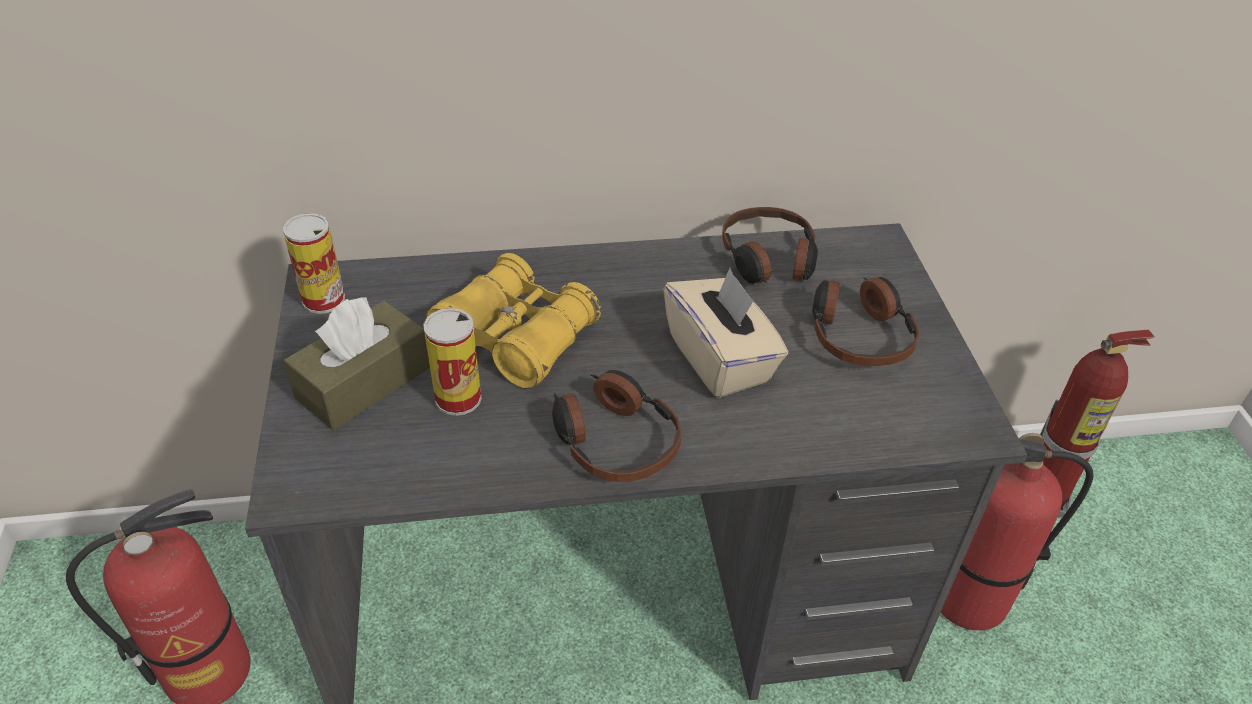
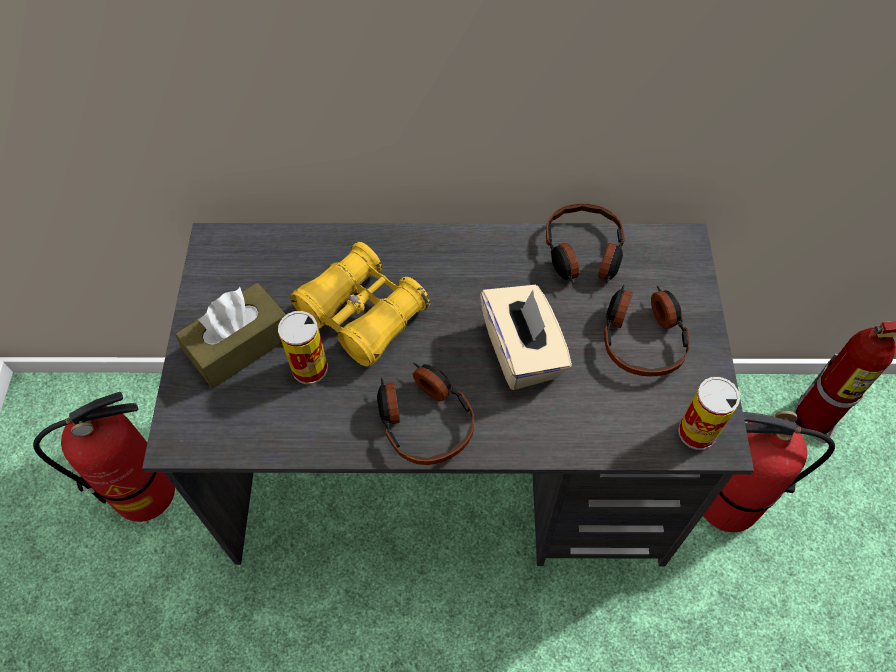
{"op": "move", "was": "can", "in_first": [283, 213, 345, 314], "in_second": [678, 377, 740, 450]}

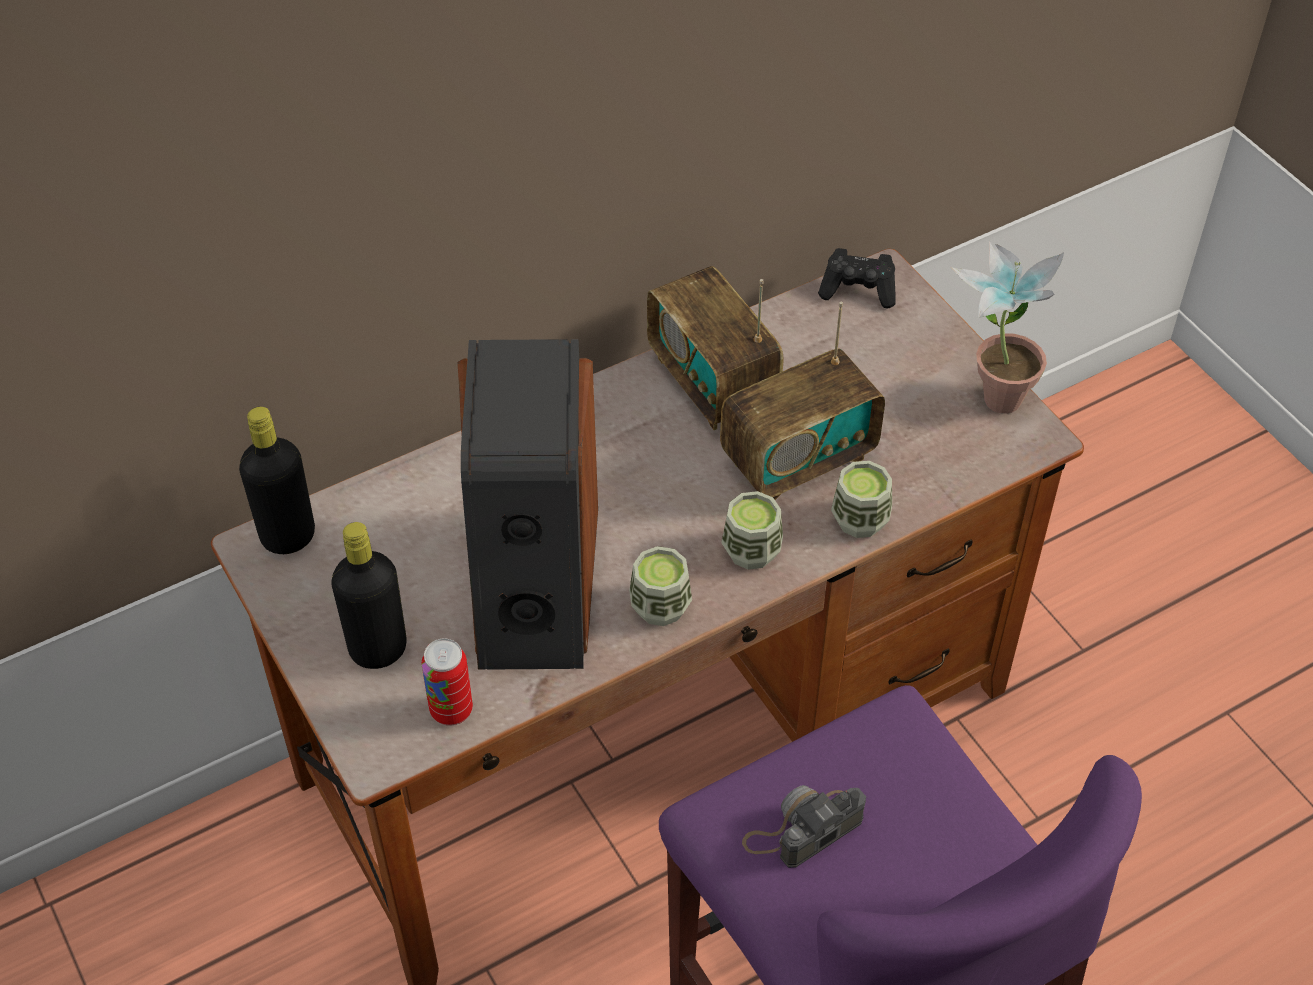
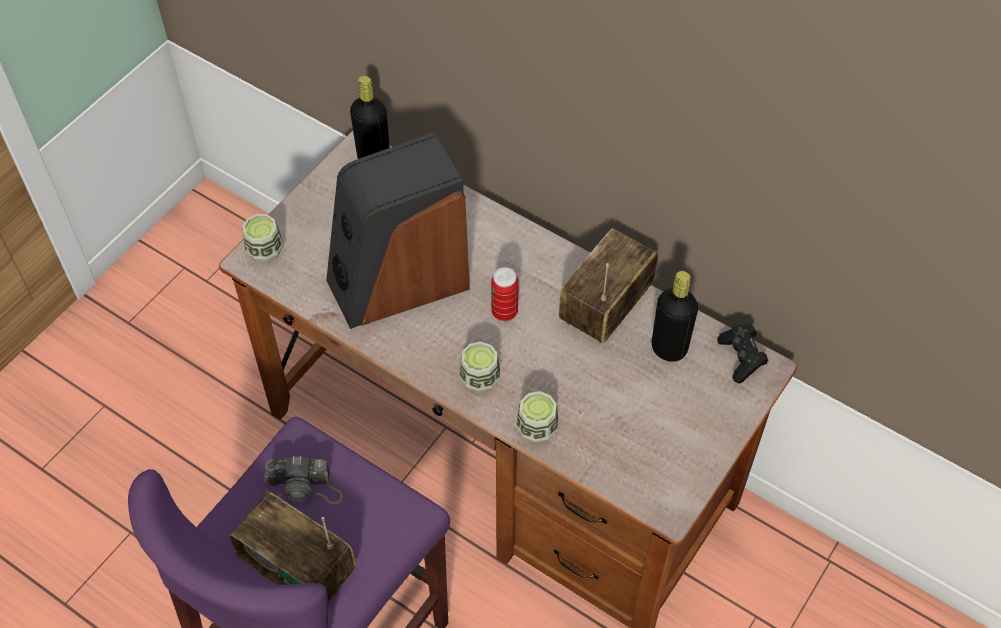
{"op": "delete", "was": "plant in a pot", "in_first": [951, 241, 1064, 414]}
{"op": "move", "was": "bottle (black-coloured)", "in_first": [331, 522, 407, 669], "in_second": [652, 271, 698, 362]}
{"op": "move", "was": "can", "in_first": [422, 639, 473, 726], "in_second": [491, 267, 519, 321]}
{"op": "move", "was": "drinking cup", "in_first": [629, 546, 692, 626], "in_second": [242, 214, 283, 263]}
{"op": "move", "was": "radio set", "in_first": [720, 302, 885, 500], "in_second": [230, 492, 356, 601]}
{"op": "rotate", "was": "still camera", "in_first": [742, 785, 866, 868], "in_second": [264, 456, 343, 505], "clockwise": 150}

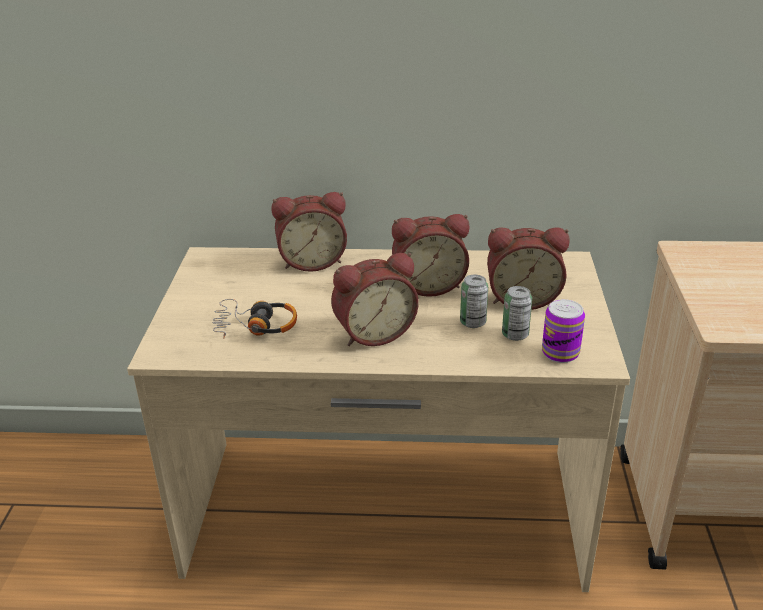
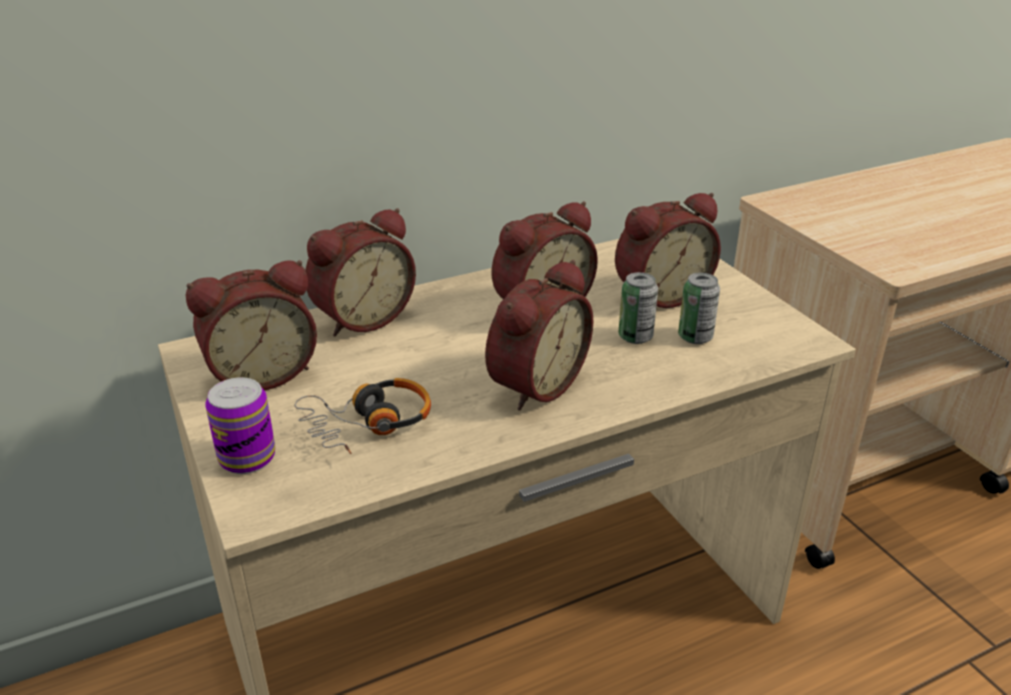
{"op": "insert", "now": "table clock", "in_second": [186, 260, 317, 391]}
{"op": "move", "was": "can", "in_first": [542, 299, 585, 363], "in_second": [205, 377, 275, 474]}

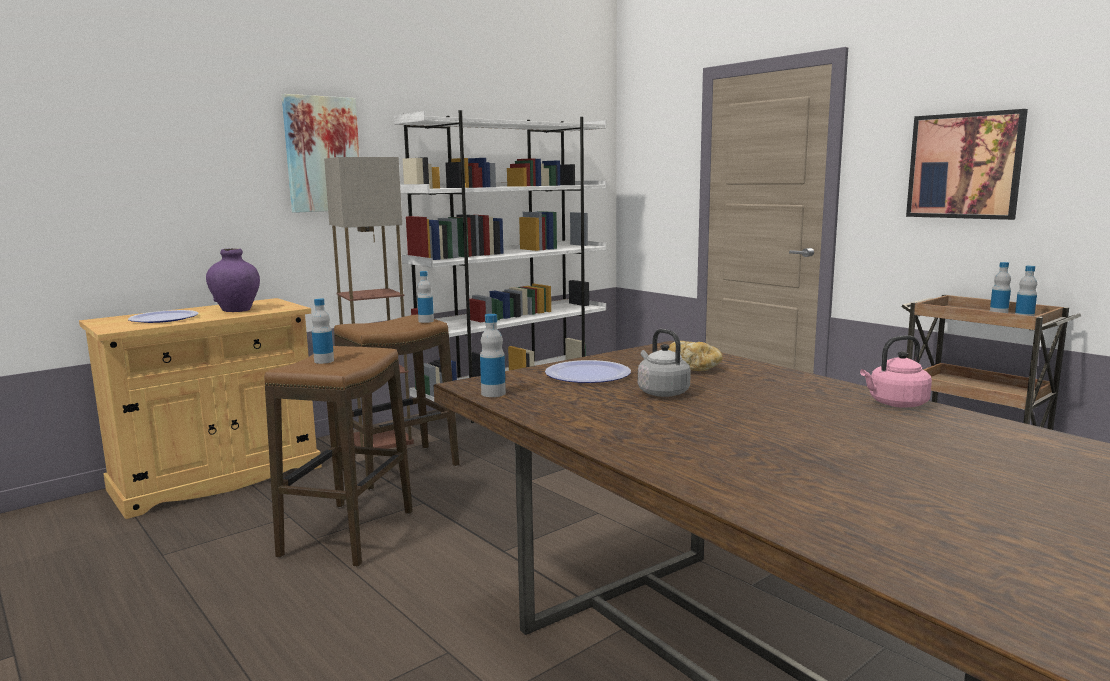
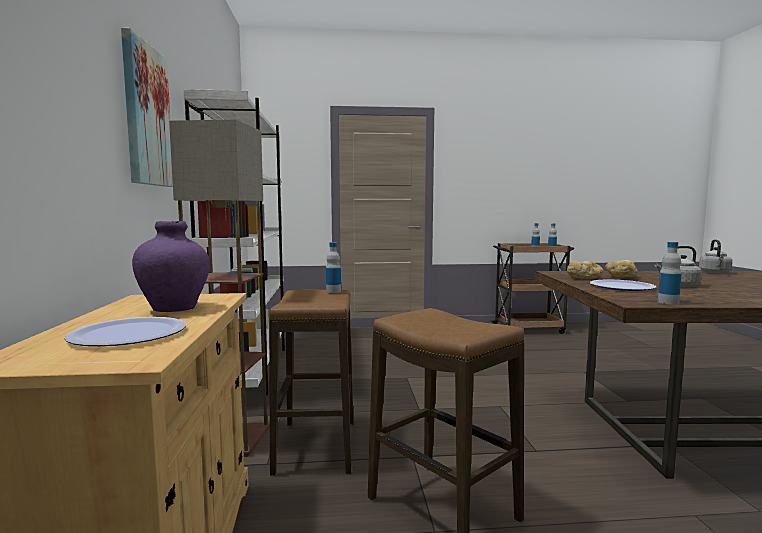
{"op": "delete", "was": "bottle", "in_first": [312, 298, 334, 364]}
{"op": "delete", "was": "picture", "in_first": [906, 109, 1028, 220]}
{"op": "insert", "now": "bakery bread", "in_second": [567, 261, 603, 278]}
{"op": "recolor", "was": "kettle (pink-coloured)", "now": "kettle (gray)", "in_first": [860, 335, 932, 408], "in_second": [699, 239, 733, 274]}

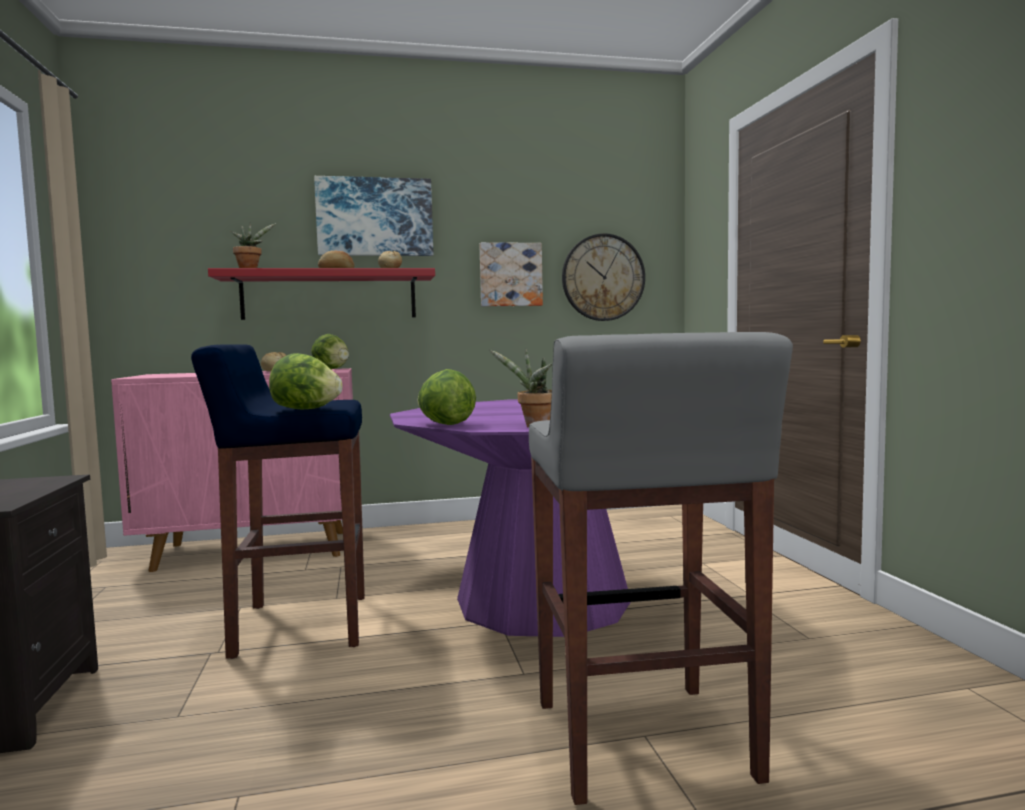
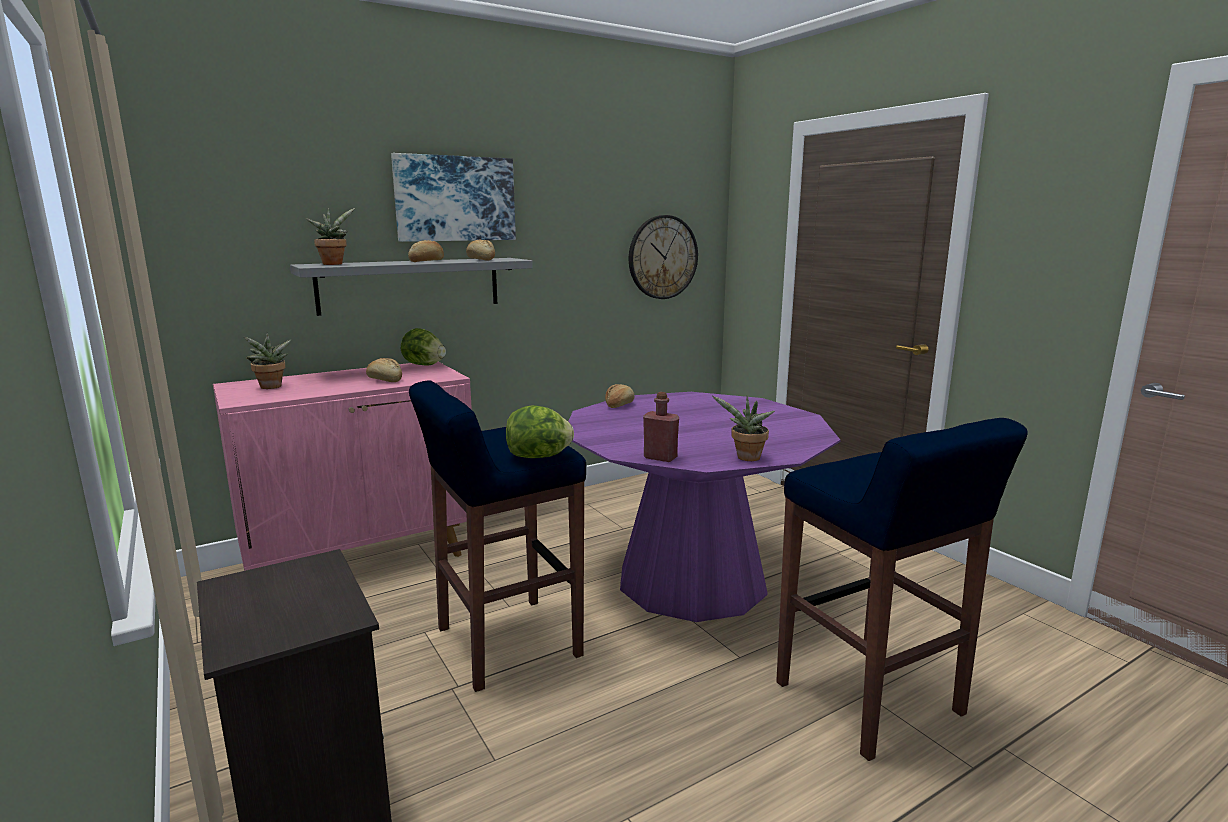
{"op": "delete", "was": "picture", "in_first": [479, 242, 543, 306]}
{"op": "insert", "now": "plant in a pot", "in_second": [243, 332, 291, 389]}
{"op": "insert", "now": "bakery bread", "in_second": [605, 384, 635, 408]}
{"op": "replace", "was": "lettuce", "now": "bottle (red)", "in_first": [417, 369, 476, 425], "in_second": [643, 392, 679, 462]}
{"op": "recolor", "was": "bracket shelf (red)", "now": "bracket shelf (gray)", "in_first": [208, 268, 435, 320], "in_second": [290, 258, 533, 316]}
{"op": "recolor", "was": "stool (gray)", "now": "stool (blue-coloured)", "in_first": [529, 332, 793, 805], "in_second": [776, 418, 1028, 761]}

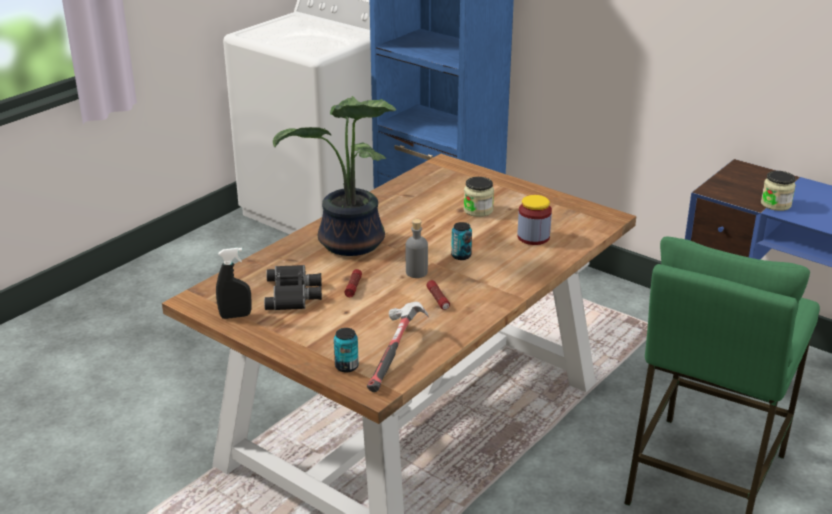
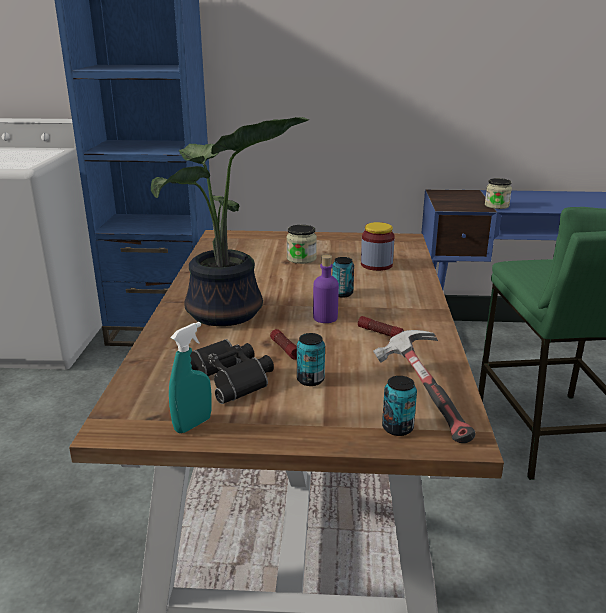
{"op": "insert", "now": "can", "in_second": [297, 333, 325, 386]}
{"op": "recolor", "was": "hand sprayer (black-coloured)", "now": "hand sprayer (turquoise-coloured)", "in_first": [216, 248, 252, 319], "in_second": [169, 322, 212, 433]}
{"op": "recolor", "was": "bottle (gray)", "now": "bottle (purplish)", "in_first": [406, 219, 428, 278], "in_second": [313, 255, 339, 323]}

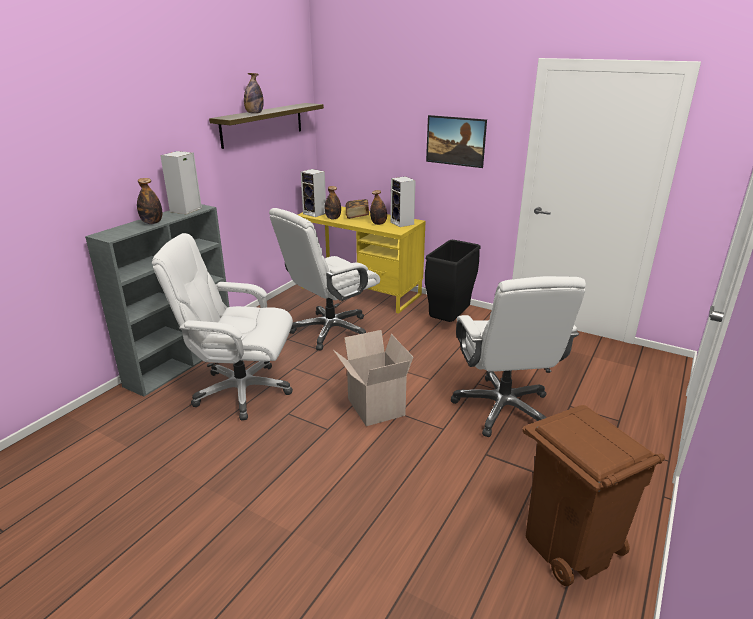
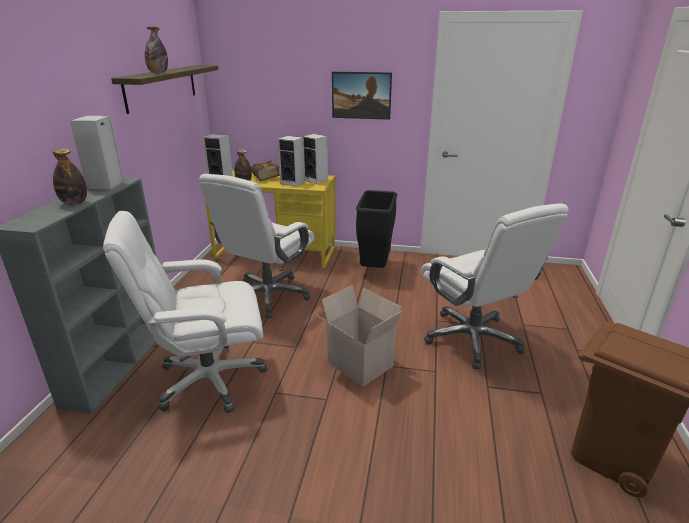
{"op": "replace", "was": "bottle", "now": "speaker", "in_first": [370, 190, 387, 225], "in_second": [278, 136, 305, 186]}

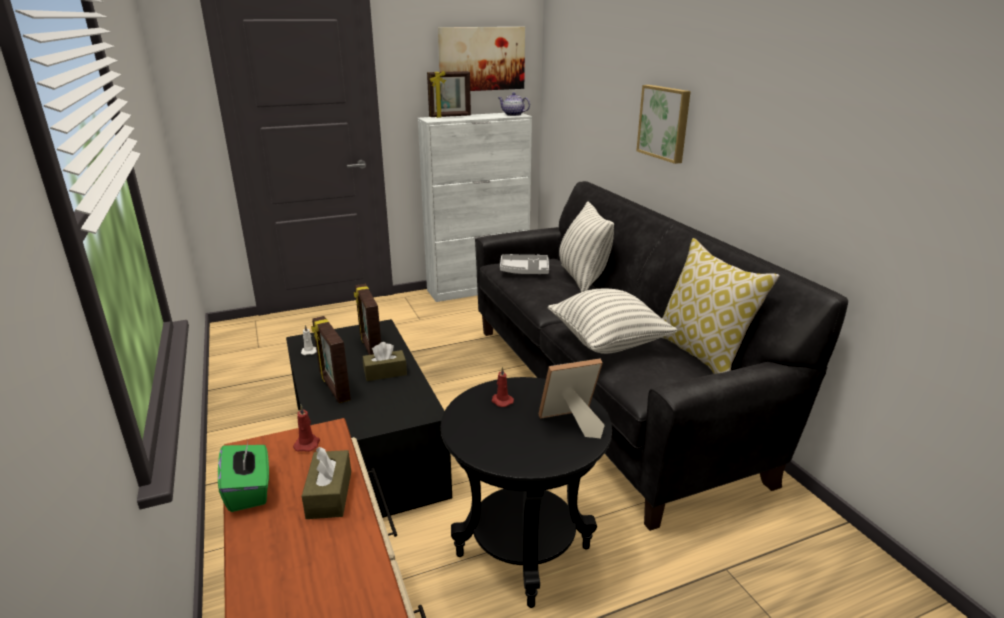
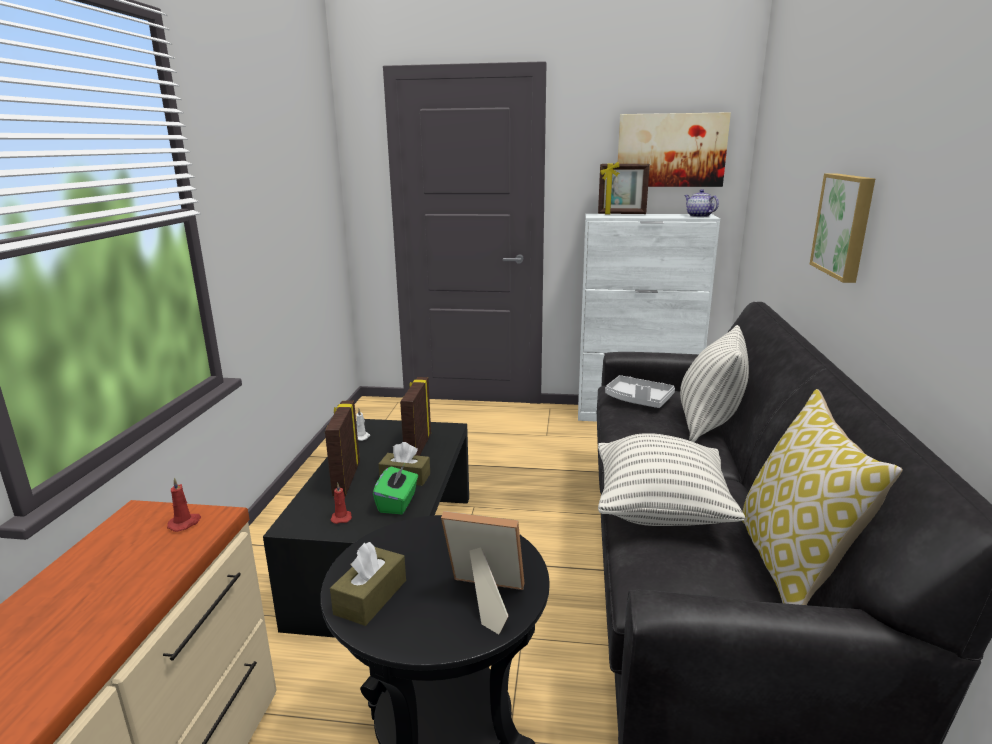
{"op": "move", "was": "tissue box (greenish)", "in_first": [218, 442, 269, 512], "in_second": [373, 464, 418, 514]}
{"op": "move", "was": "tissue box (brownish)", "in_first": [302, 447, 351, 519], "in_second": [330, 542, 406, 626]}
{"op": "move", "was": "candle (red)", "in_first": [491, 367, 514, 407], "in_second": [331, 483, 352, 524]}

